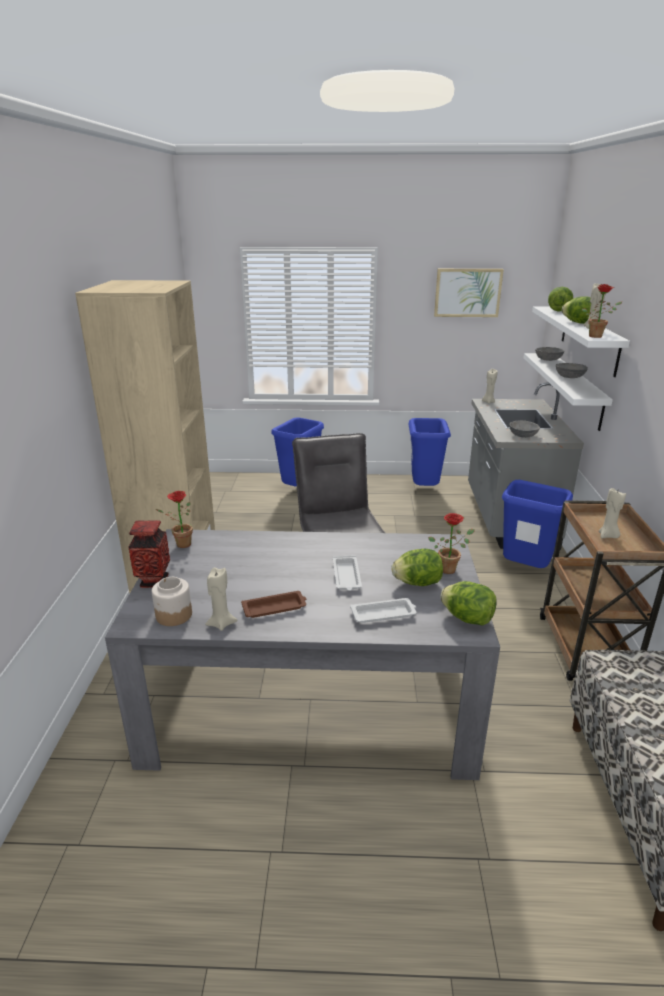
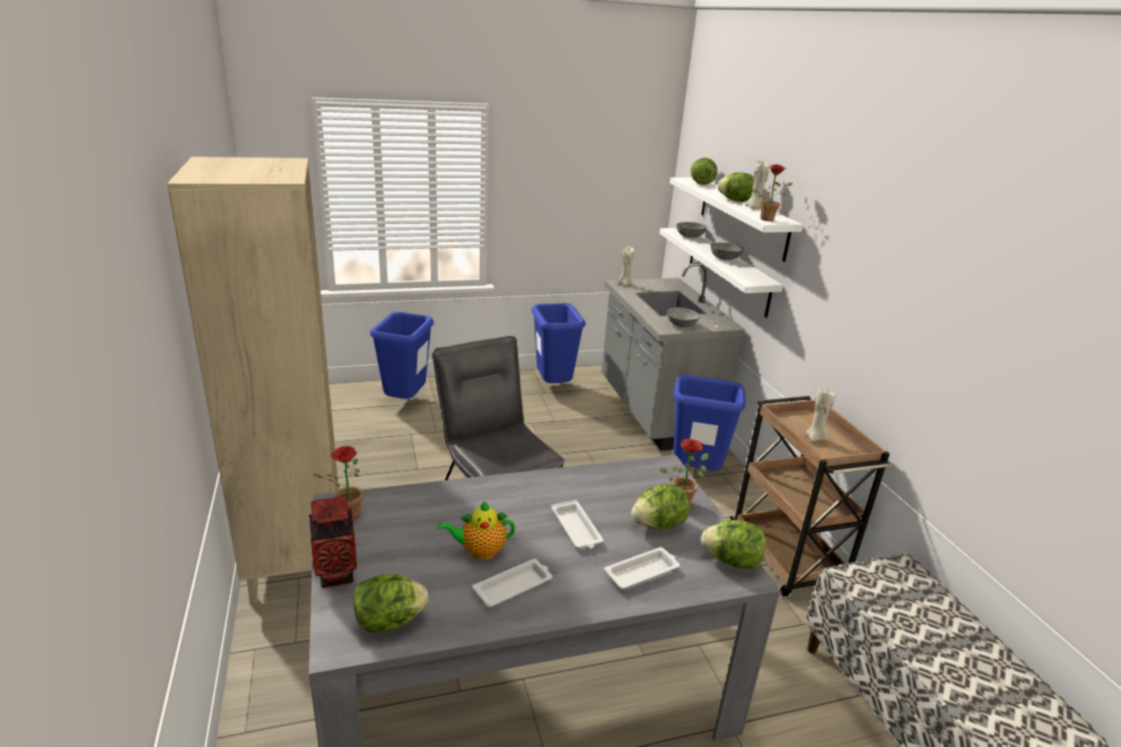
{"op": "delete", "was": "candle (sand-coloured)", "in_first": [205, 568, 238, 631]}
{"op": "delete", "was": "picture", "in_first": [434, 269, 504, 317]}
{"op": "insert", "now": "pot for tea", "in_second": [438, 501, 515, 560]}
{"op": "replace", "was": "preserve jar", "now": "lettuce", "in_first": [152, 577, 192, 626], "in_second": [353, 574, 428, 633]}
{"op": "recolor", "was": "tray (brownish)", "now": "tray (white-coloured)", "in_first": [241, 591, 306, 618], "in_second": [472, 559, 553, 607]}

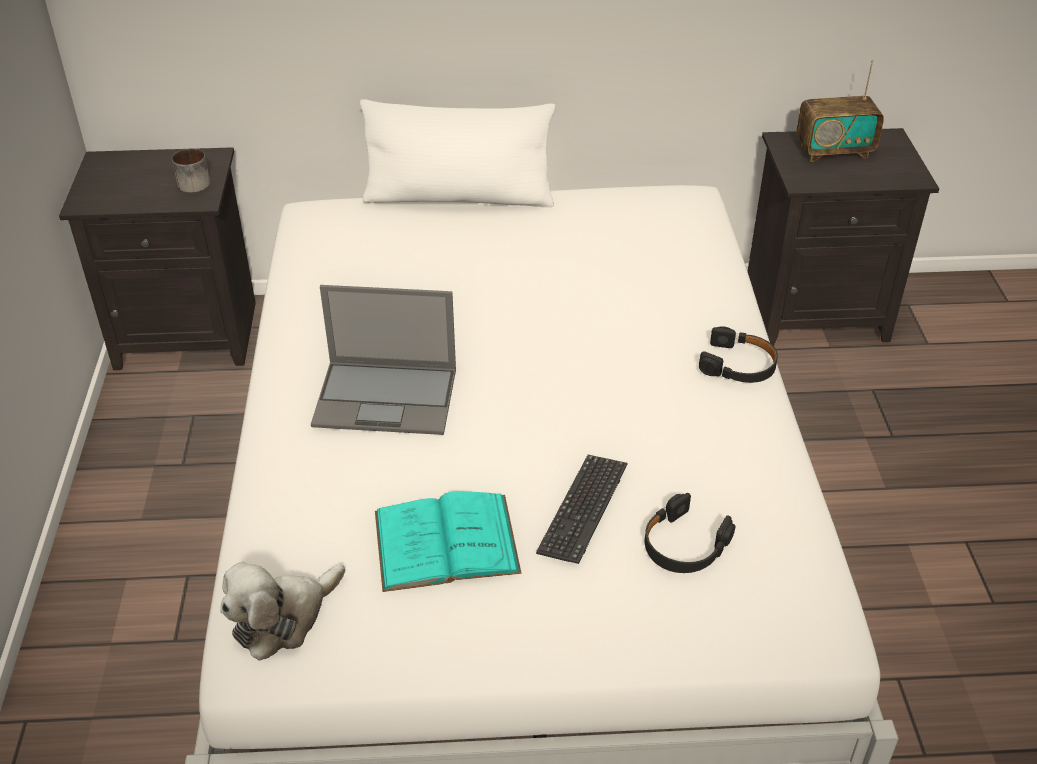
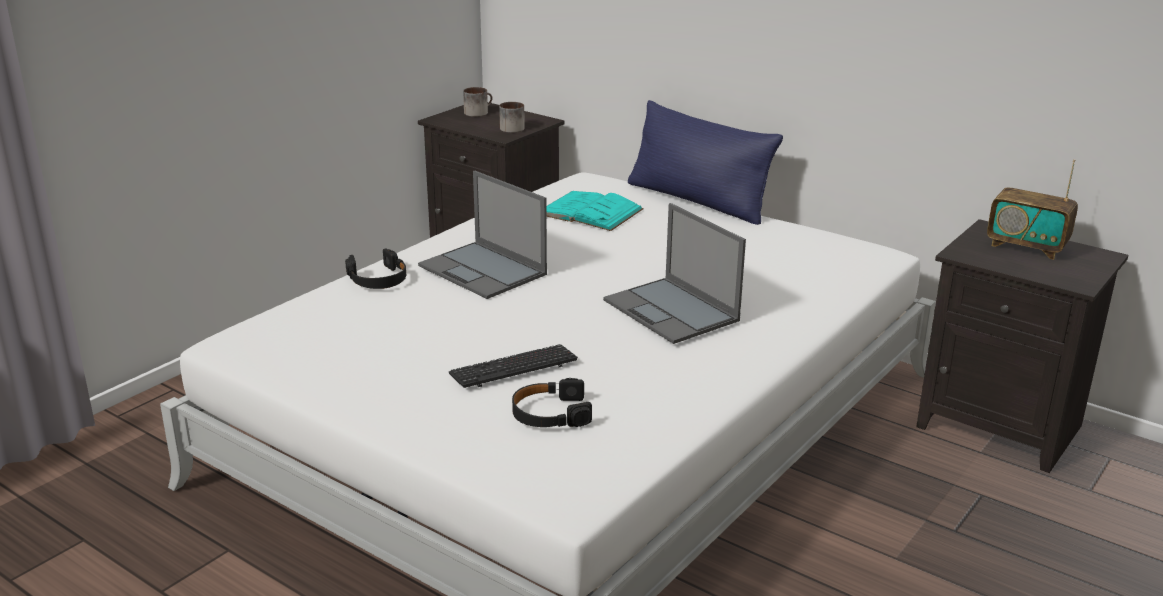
{"op": "delete", "was": "plush toy", "in_first": [220, 562, 345, 661]}
{"op": "insert", "now": "tea mug", "in_second": [463, 87, 492, 117]}
{"op": "insert", "now": "laptop", "in_second": [603, 203, 746, 344]}
{"op": "move", "was": "bound book (turquoise-coloured)", "in_first": [375, 491, 521, 592], "in_second": [546, 191, 644, 231]}
{"op": "move", "was": "headphones (black-coloured)", "in_first": [699, 326, 778, 383], "in_second": [345, 248, 406, 289]}
{"op": "recolor", "was": "throw pillow (white-coloured)", "now": "throw pillow (blue-coloured)", "in_first": [360, 99, 556, 207], "in_second": [628, 100, 783, 225]}

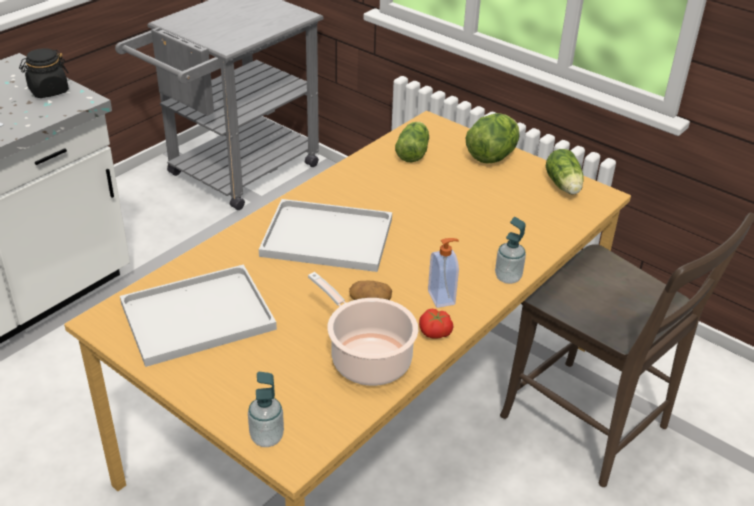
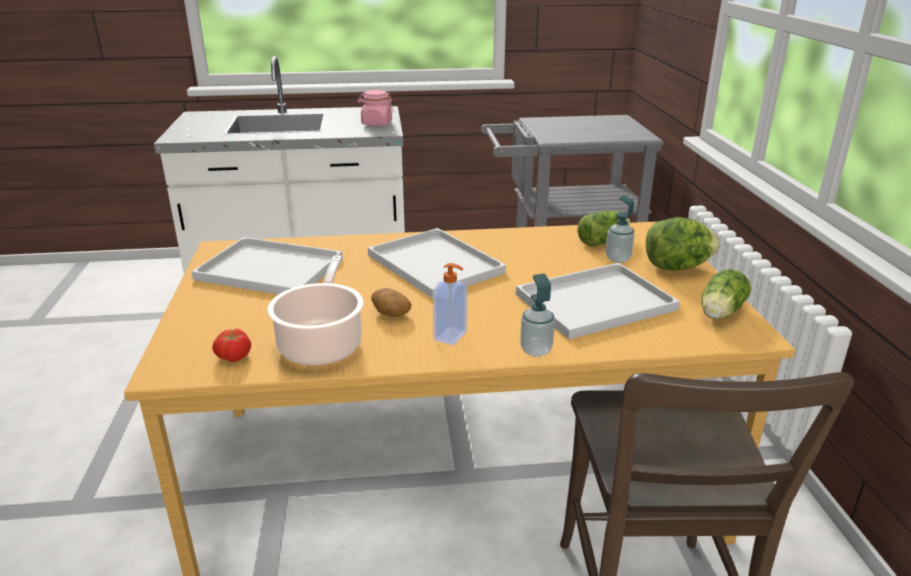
{"op": "insert", "now": "tray (white-coloured)", "in_second": [516, 263, 680, 339]}
{"op": "move", "was": "soap bottle", "in_first": [248, 372, 284, 447], "in_second": [606, 195, 635, 263]}
{"op": "move", "was": "tomato", "in_first": [419, 309, 453, 339], "in_second": [212, 328, 251, 362]}
{"op": "recolor", "was": "preserve jar (black-coloured)", "now": "preserve jar (pink-coloured)", "in_first": [19, 48, 69, 98], "in_second": [358, 90, 394, 126]}

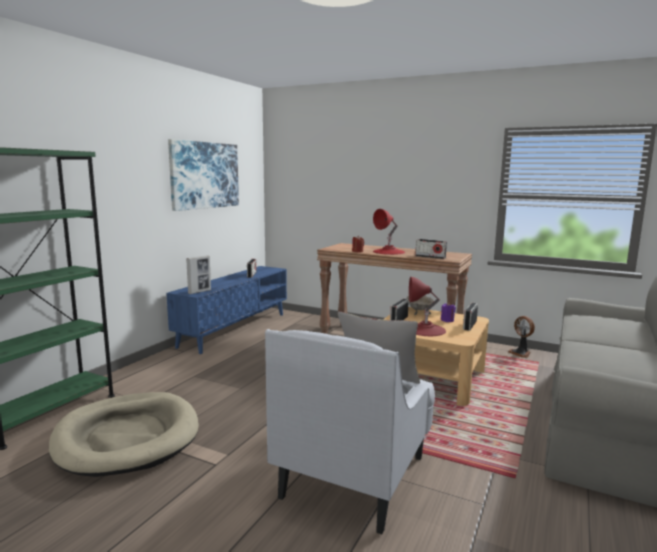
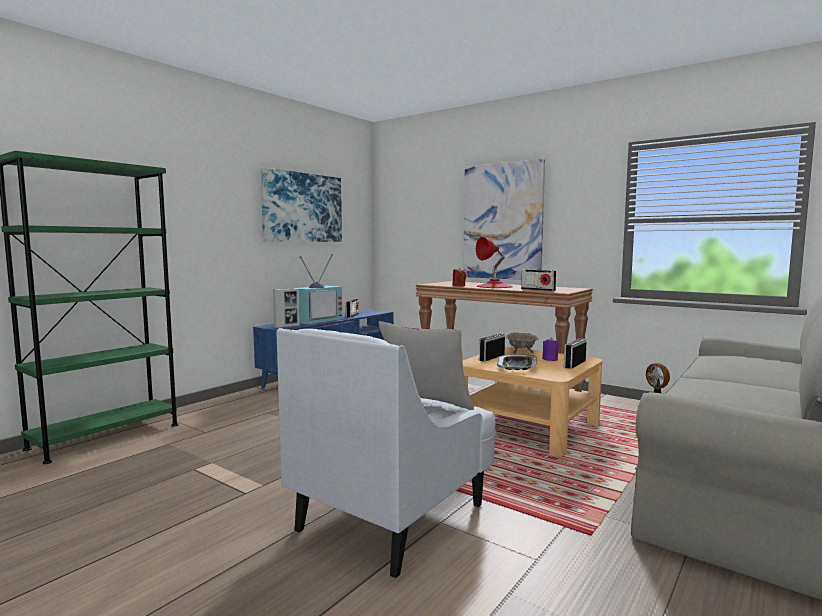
{"op": "delete", "was": "pet bed (sand-coloured)", "in_first": [49, 392, 199, 477]}
{"op": "insert", "now": "TV", "in_second": [292, 254, 342, 325]}
{"op": "insert", "now": "picture", "in_second": [463, 159, 545, 280]}
{"op": "replace", "was": "tabletop lamp (red)", "now": "tray", "in_first": [409, 277, 446, 336], "in_second": [497, 354, 538, 370]}

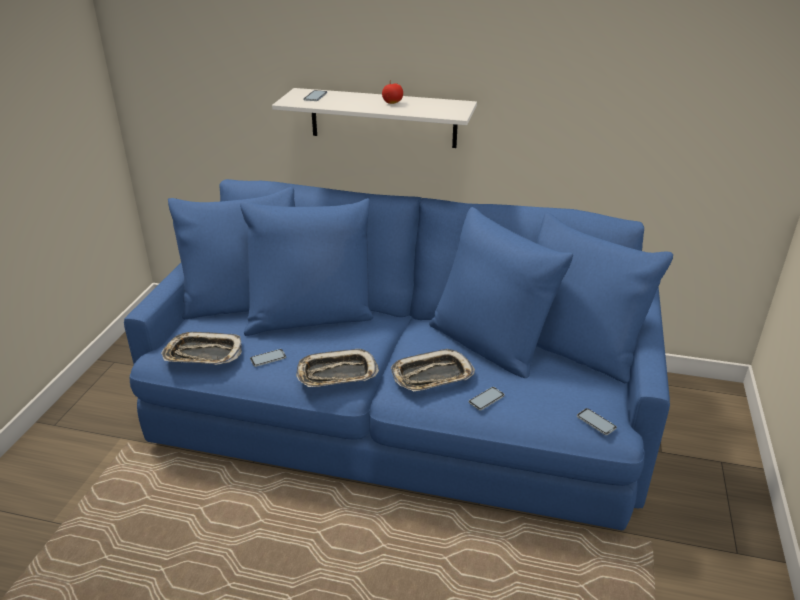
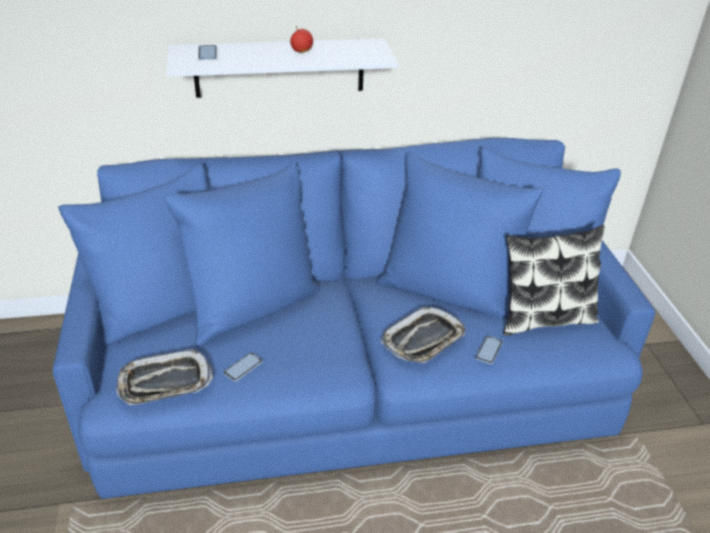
{"op": "delete", "was": "tray", "in_first": [296, 349, 379, 387]}
{"op": "delete", "was": "phone", "in_first": [577, 408, 617, 435]}
{"op": "insert", "now": "throw pillow", "in_second": [503, 225, 605, 336]}

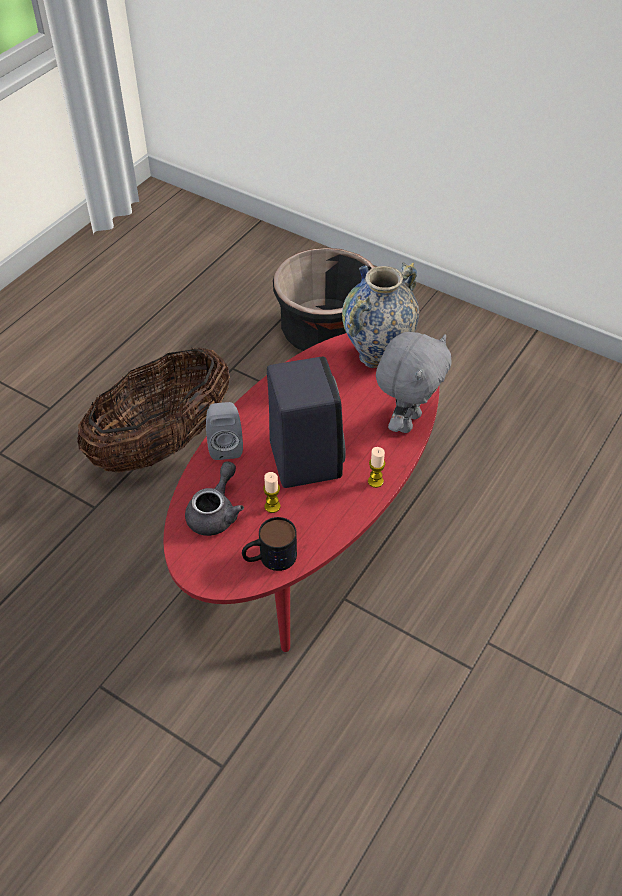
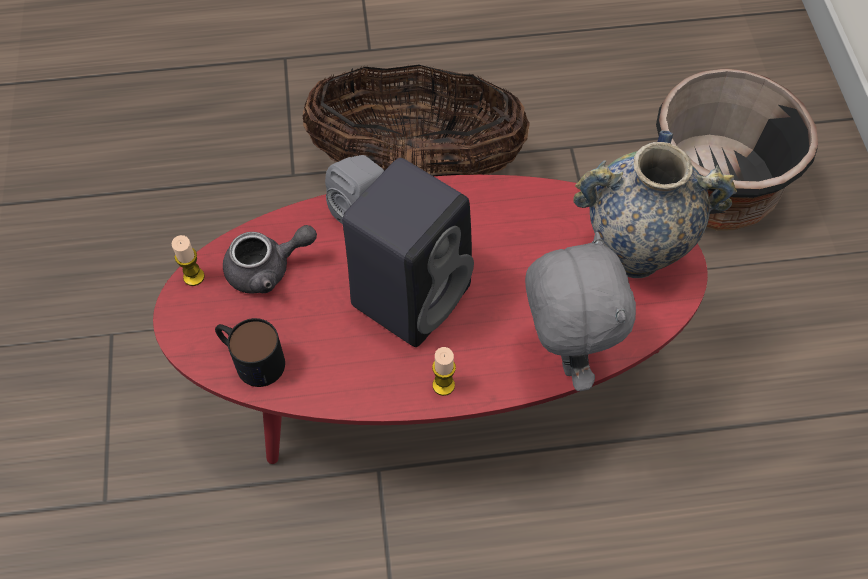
{"op": "move", "was": "candle", "in_first": [263, 472, 281, 513], "in_second": [172, 235, 205, 286]}
{"op": "rotate", "was": "plush toy (gray)", "in_first": [376, 332, 452, 433], "in_second": [525, 231, 636, 391], "clockwise": -90}

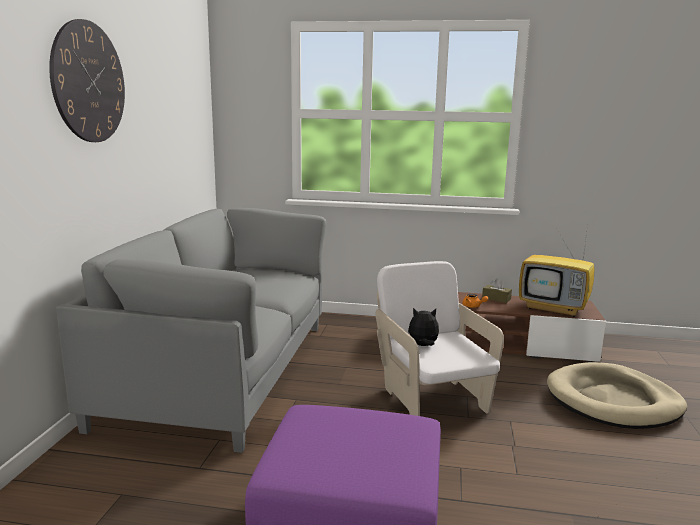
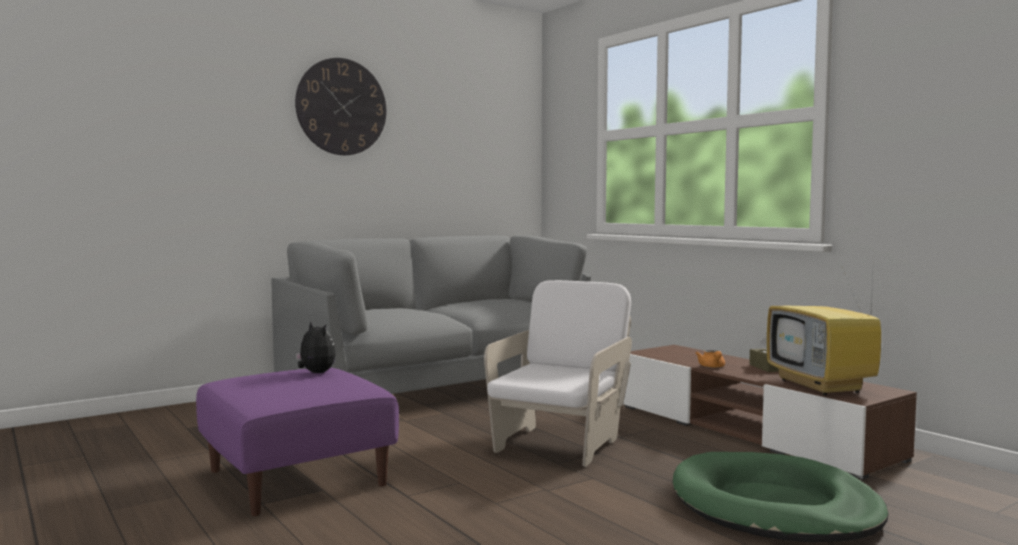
{"op": "move", "was": "plush toy", "in_first": [408, 308, 439, 346], "in_second": [295, 322, 336, 373]}
{"op": "recolor", "was": "pet bed (sand-coloured)", "now": "pet bed (greenish)", "in_first": [547, 362, 687, 429], "in_second": [673, 452, 889, 543]}

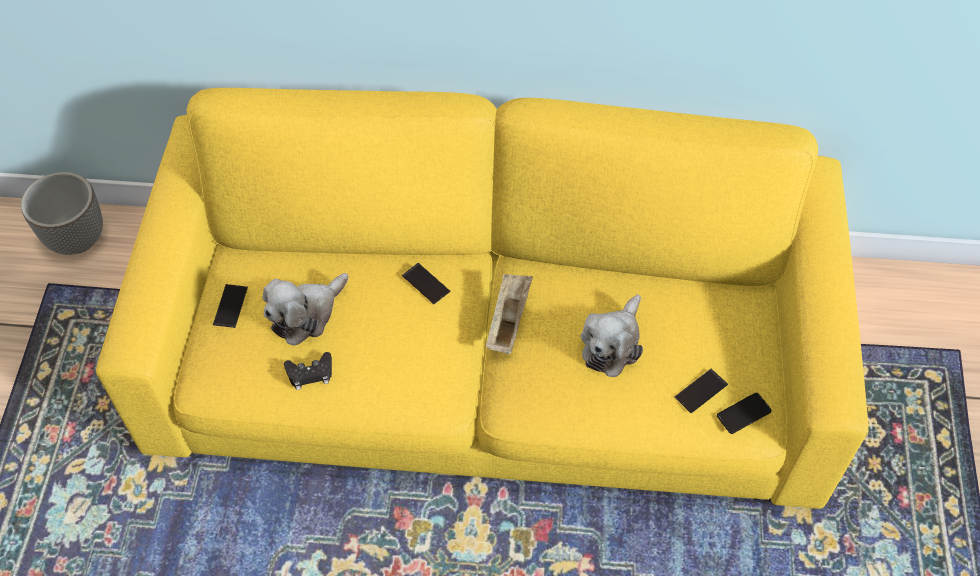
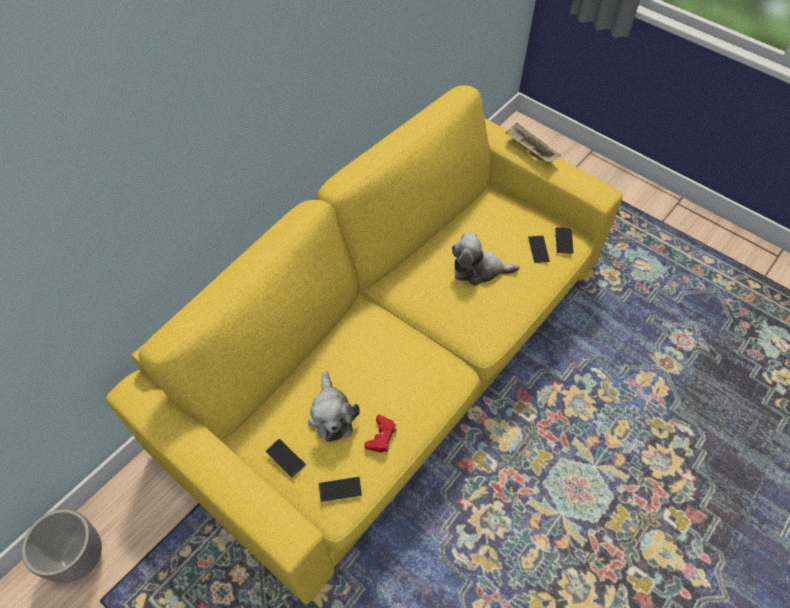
{"op": "move", "was": "phone", "in_first": [402, 263, 451, 304], "in_second": [319, 477, 362, 502]}
{"op": "move", "was": "tray (sand-coloured)", "in_first": [486, 274, 533, 354], "in_second": [506, 123, 561, 163]}
{"op": "recolor", "was": "joypad (black-coloured)", "now": "joypad (red)", "in_first": [284, 352, 332, 390], "in_second": [364, 415, 397, 452]}
{"op": "rotate", "was": "plush toy", "in_first": [581, 295, 643, 377], "in_second": [452, 233, 520, 286], "clockwise": 120}

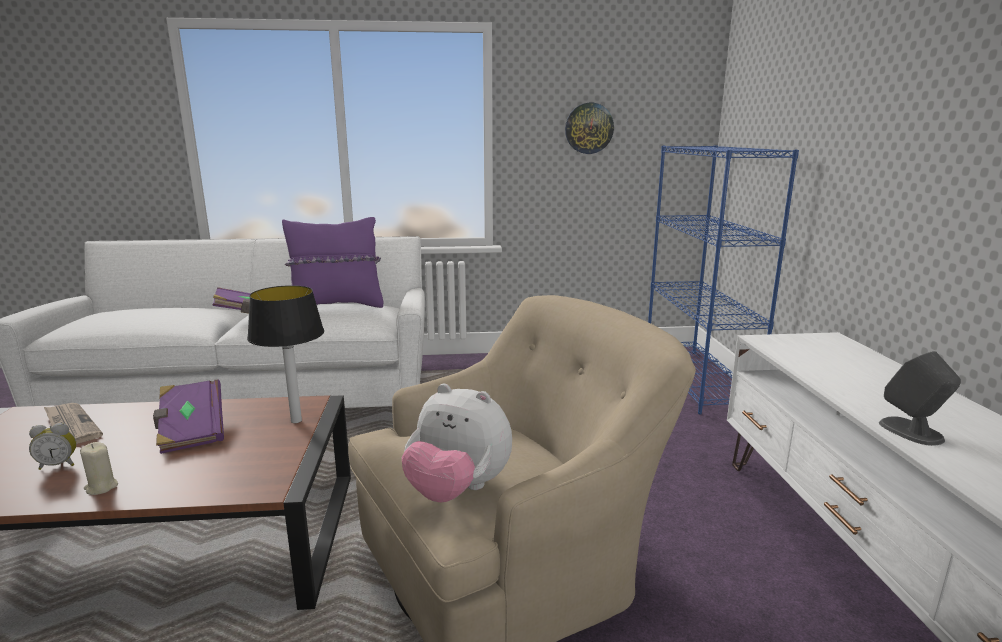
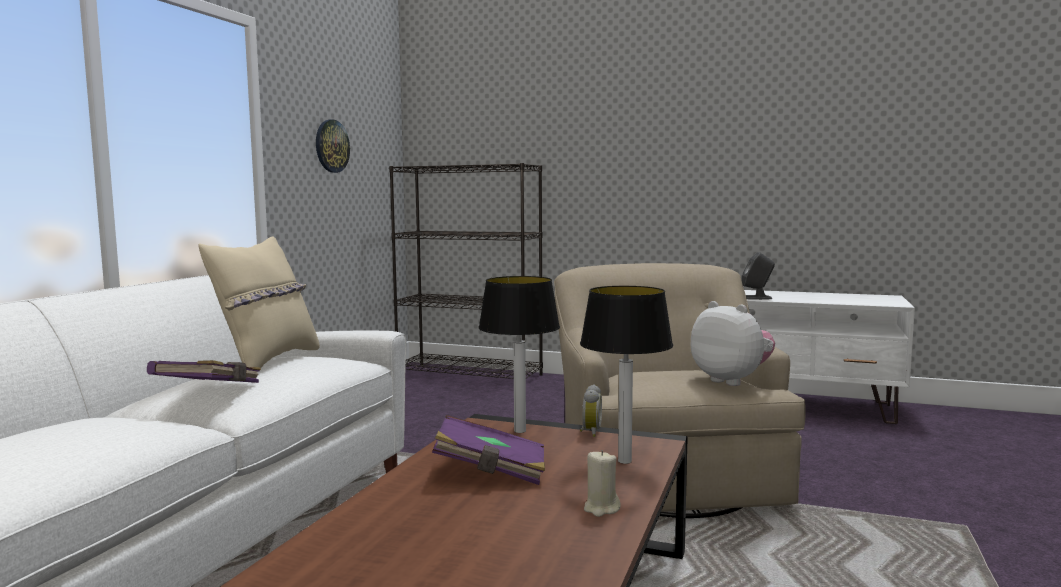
{"op": "delete", "was": "daily paper", "in_first": [44, 403, 103, 444]}
{"op": "insert", "now": "tabletop lamp", "in_second": [580, 286, 673, 464]}
{"op": "move", "was": "table clock", "in_first": [29, 423, 76, 470], "in_second": [580, 384, 602, 437]}
{"op": "recolor", "was": "throw pillow (purplish)", "now": "throw pillow (sand-coloured)", "in_first": [282, 217, 383, 308], "in_second": [198, 236, 320, 372]}
{"op": "recolor", "was": "bookcase (blue-coloured)", "now": "bookcase (black-coloured)", "in_first": [648, 145, 799, 415], "in_second": [389, 163, 543, 379]}
{"op": "rotate", "was": "plush toy", "in_first": [402, 384, 512, 503], "in_second": [691, 301, 775, 386], "clockwise": -90}

